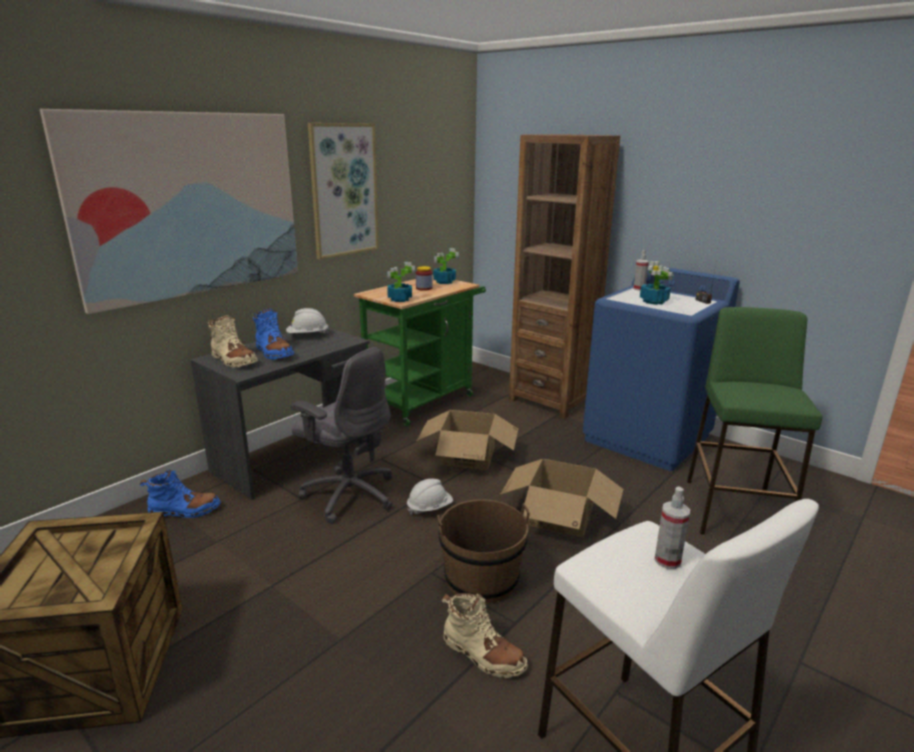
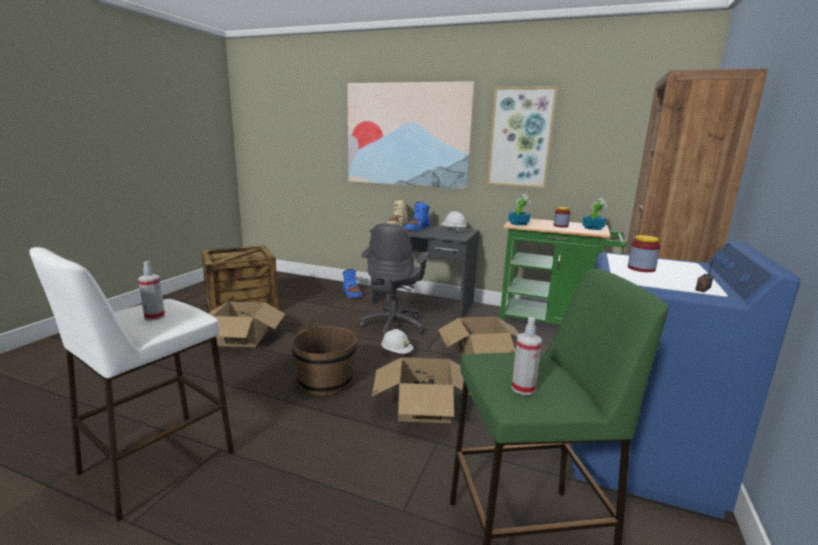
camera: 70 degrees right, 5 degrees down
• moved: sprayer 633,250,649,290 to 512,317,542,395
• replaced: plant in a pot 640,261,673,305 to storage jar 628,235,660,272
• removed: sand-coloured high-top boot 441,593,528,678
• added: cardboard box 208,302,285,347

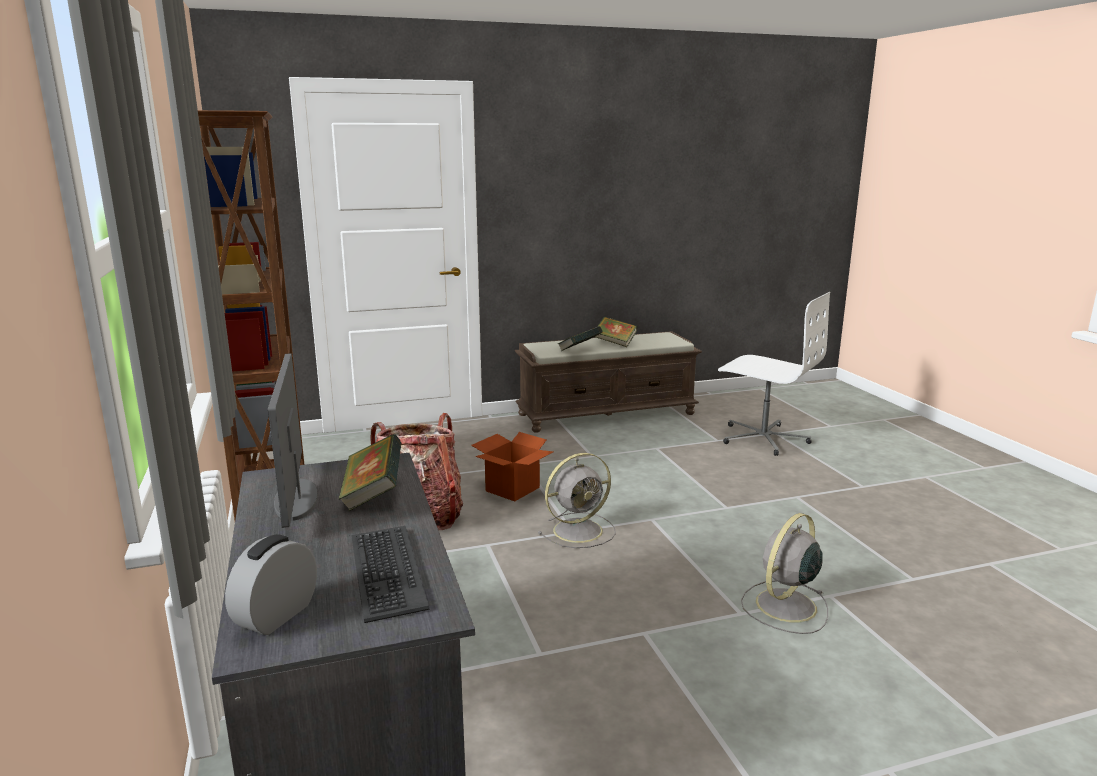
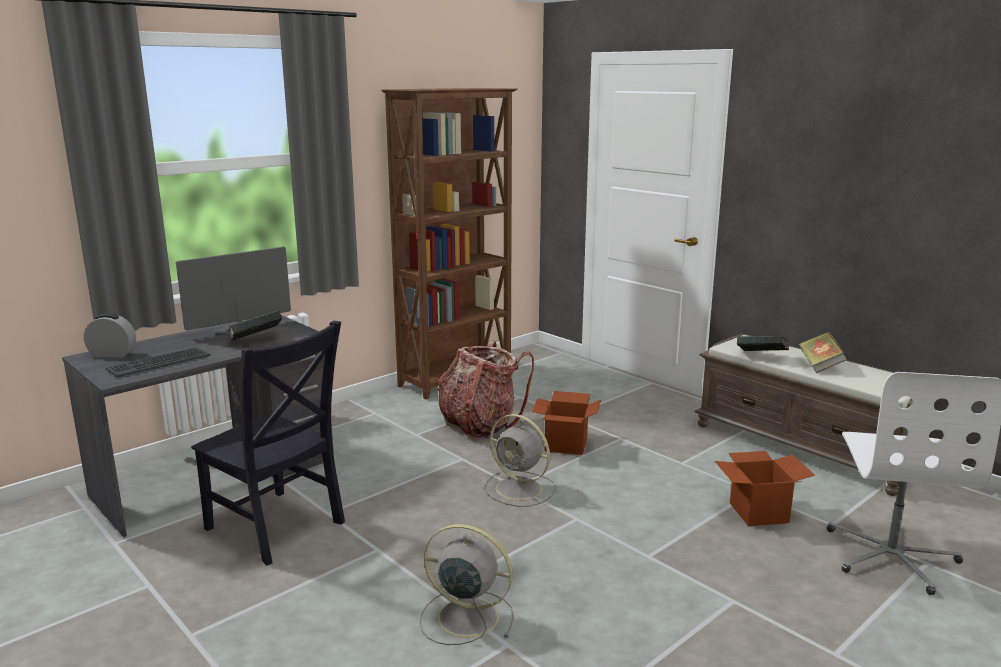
camera: 65 degrees right, 0 degrees up
• added: blackish upright chair 191,321,345,566
• added: cardboard box 715,451,815,526

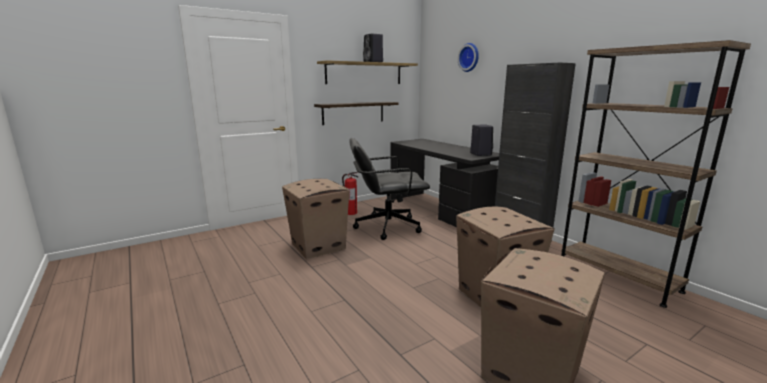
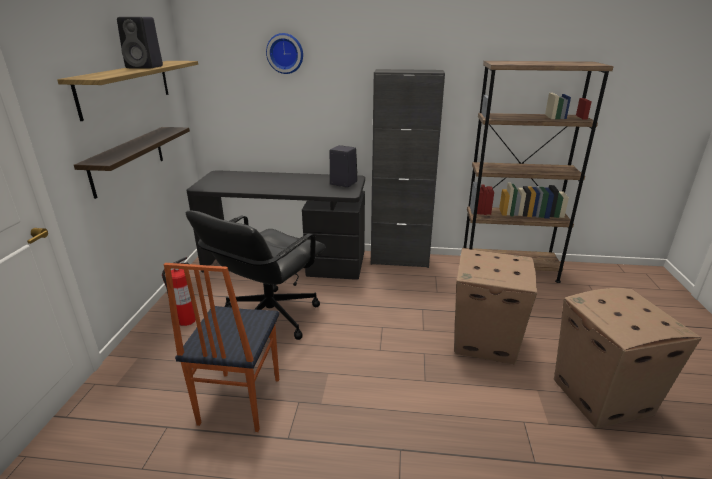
camera: 50 degrees left, 10 degrees up
• replaced: cardboard box 282,179,349,259 to upright chair 163,263,279,432

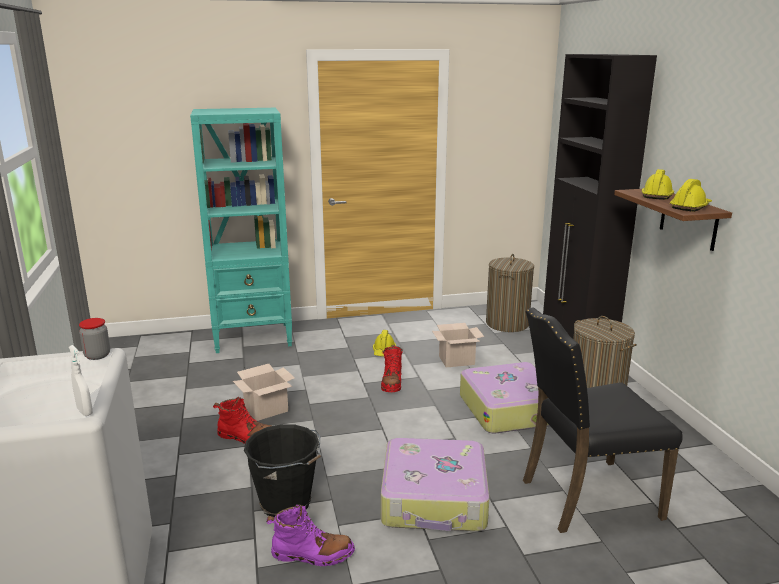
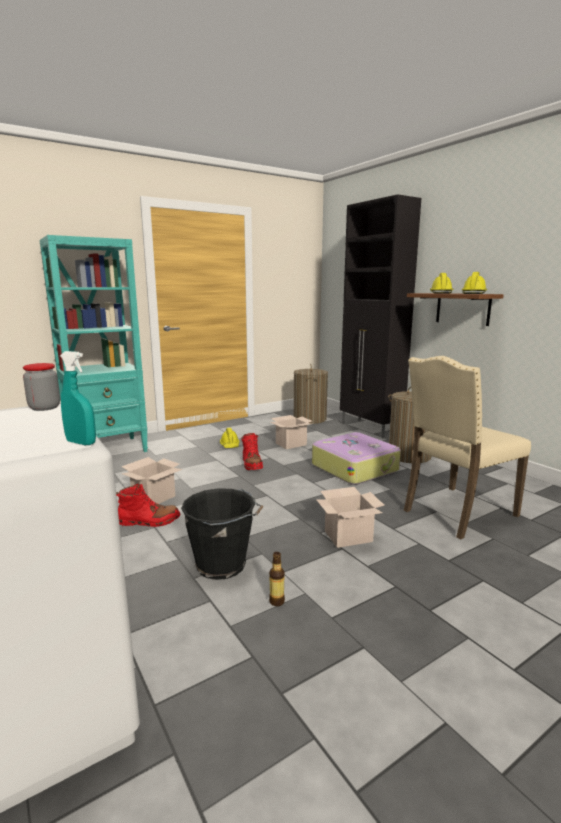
camera: 20 degrees left, 5 degrees down
• recoloured: blackish upright chair 523,307,683,533 to sand-coloured upright chair 404,356,531,539
• recoloured: white-coloured sprayer 69,345,93,416 to turquoise-coloured sprayer 60,351,96,445
• replaced: suitcase 381,438,490,531 to cardboard box 316,487,384,548
• replaced: purplish high-top boot 267,504,355,566 to bottle 269,552,285,606

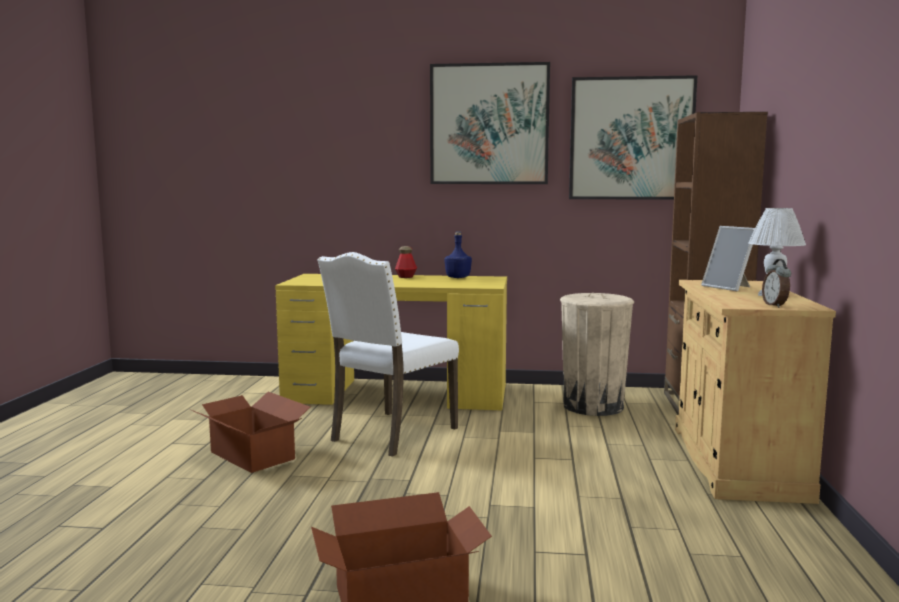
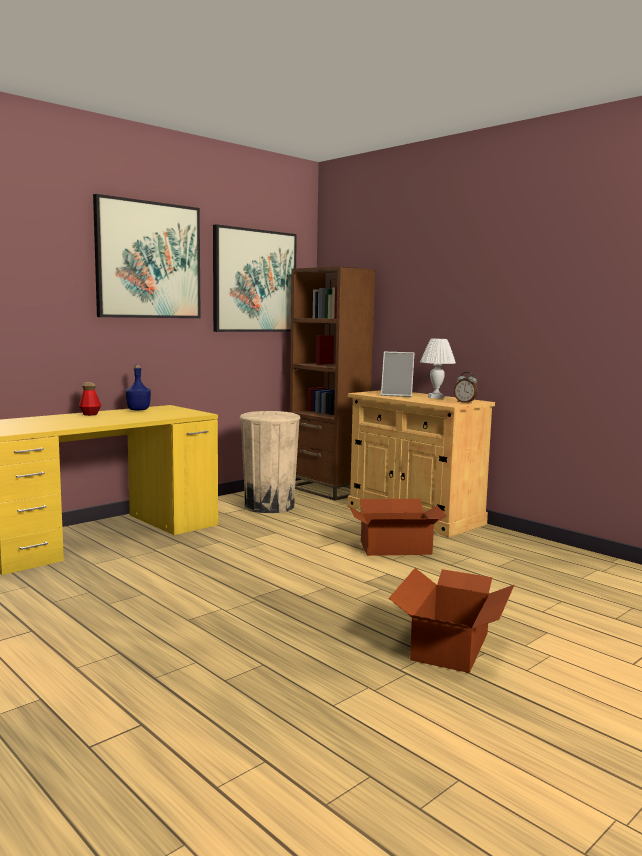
camera: 50 degrees left, 0 degrees up
• removed: white-coloured upright chair 317,252,459,457
• moved: cardboard box 189,392,310,473 to 349,499,447,556

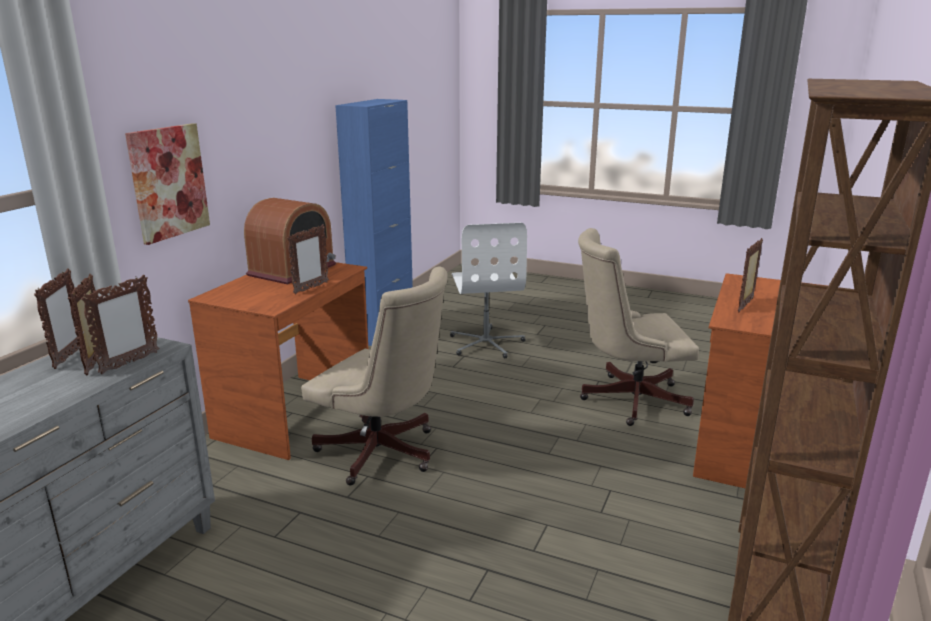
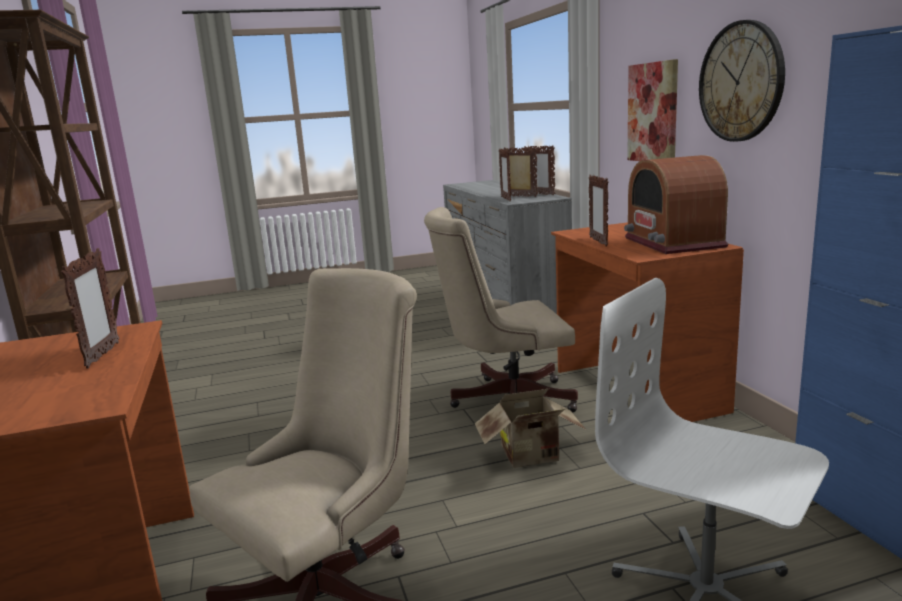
camera: 140 degrees right, 5 degrees down
• added: wall clock 699,20,785,142
• added: cardboard box 475,389,586,468

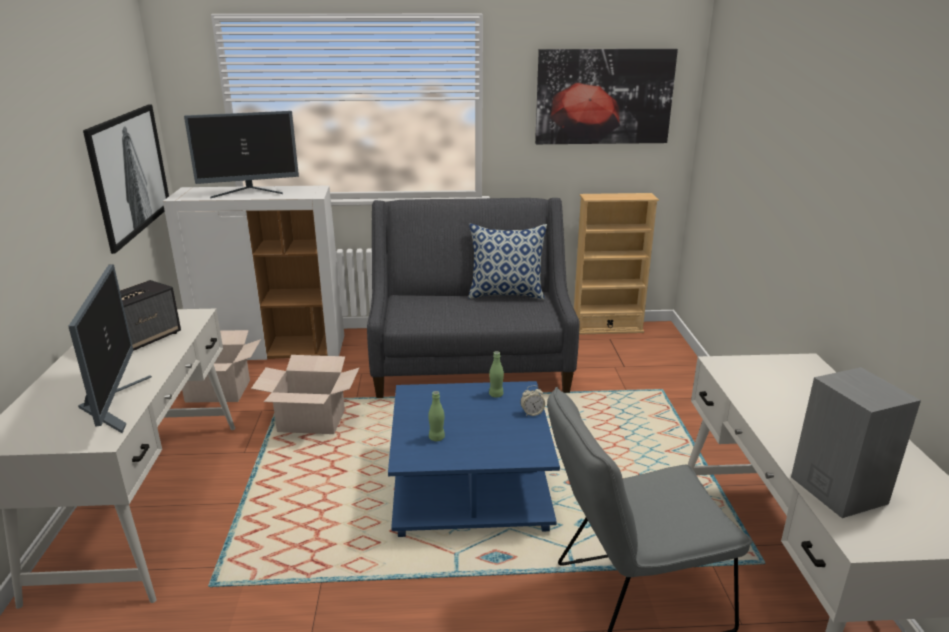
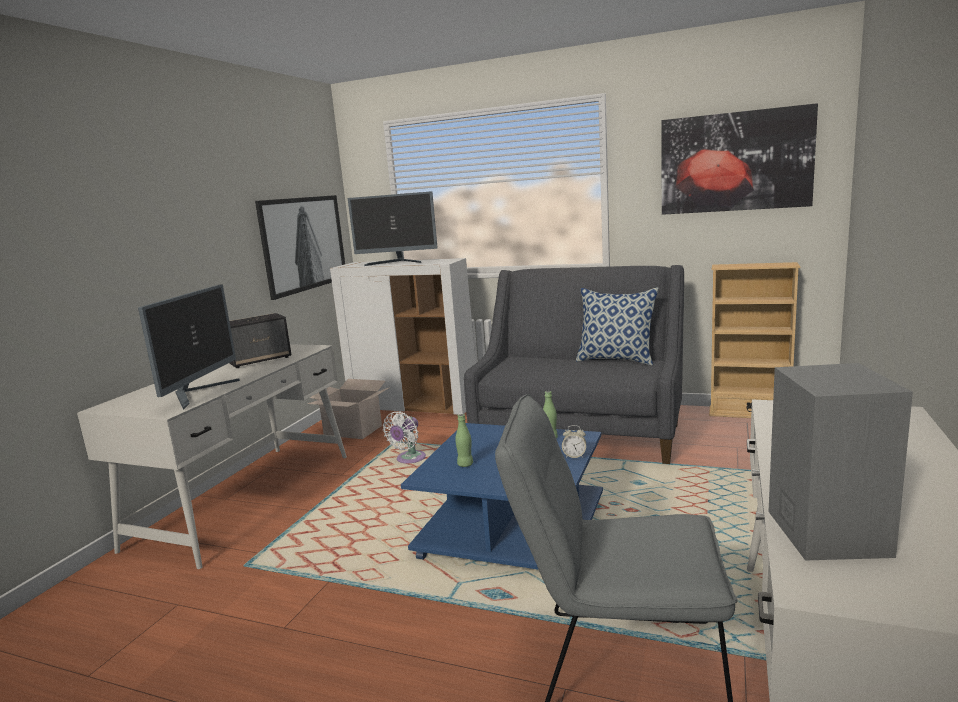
camera: 25 degrees right, 10 degrees down
• replaced: cardboard box 251,355,359,434 to white-coloured electric fan 383,411,426,463

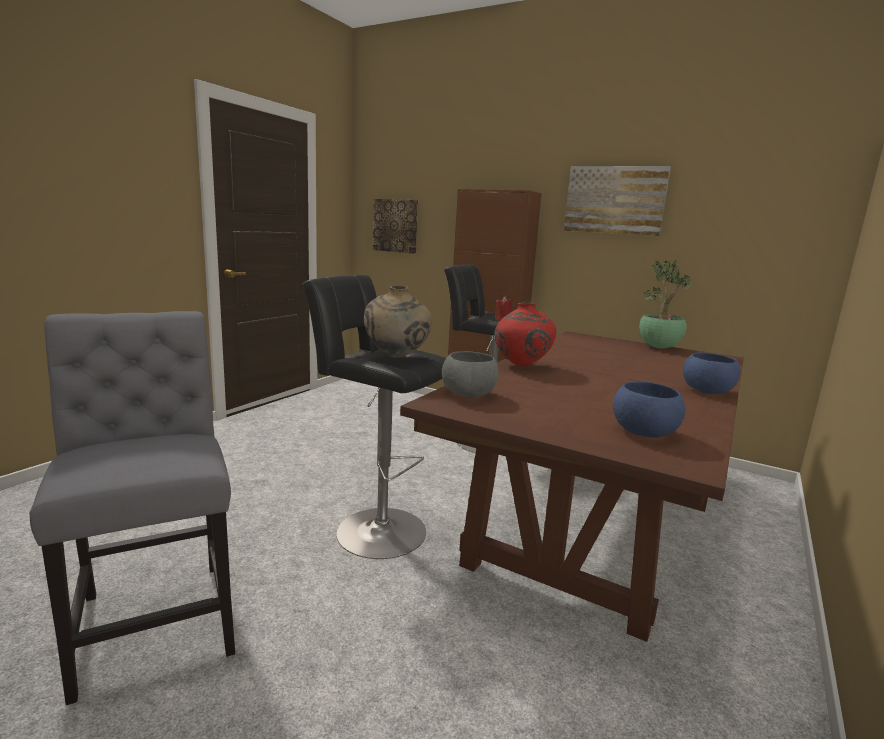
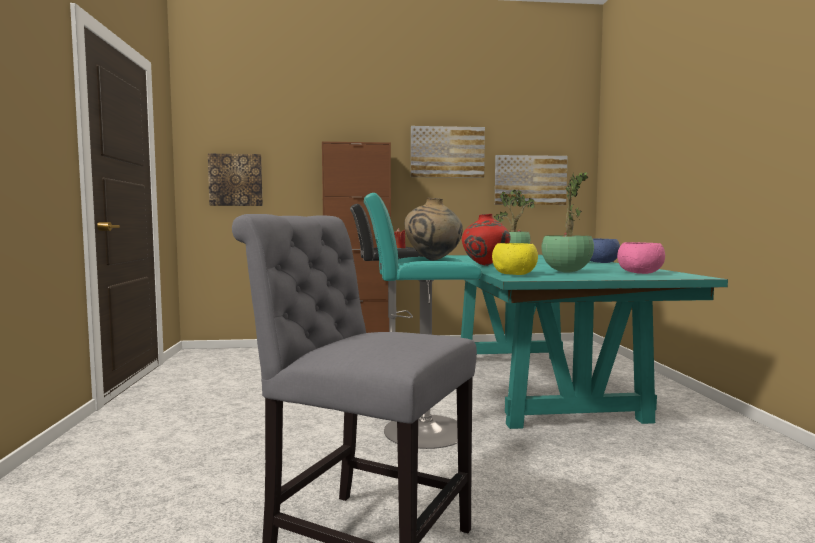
camera: 35 degrees left, 10 degrees down
• recoloured: blackish stool 302,275,446,559 to turquoise-coloured stool 364,193,482,449
• recoloured: brown-coloured kitchen table 400,331,744,642 to turquoise-coloured kitchen table 444,255,728,429
• recoloured: greyish deep dish 442,351,499,398 to yellow-coloured deep dish 492,243,538,275
• recoloured: blue-coloured deep dish 613,382,685,438 to pink deep dish 617,242,665,274
• added: wall art 495,155,568,205
• added: plant in a pot 541,172,594,273

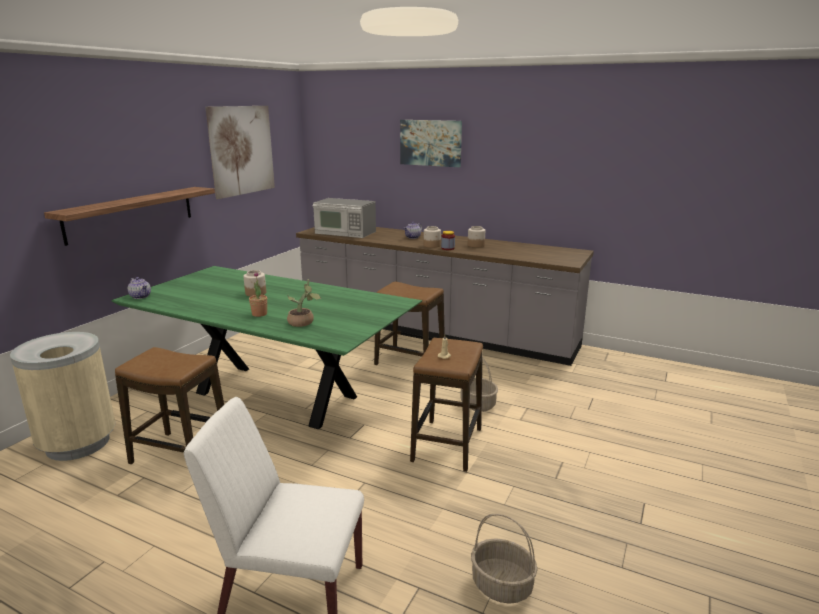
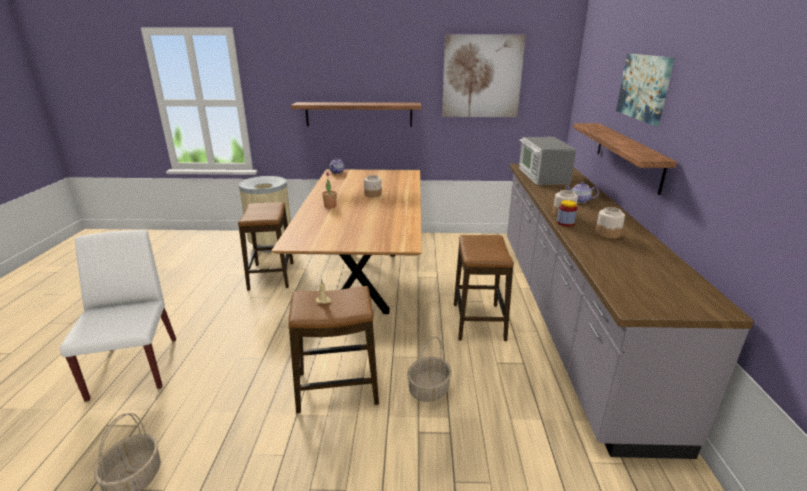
camera: 65 degrees right, 5 degrees up
• recoloured: greenish kitchen table 112,266,422,429 to brown-coloured kitchen table 271,169,422,314
• removed: plant in a pot 287,279,321,327
• added: bracket shelf 573,123,677,195

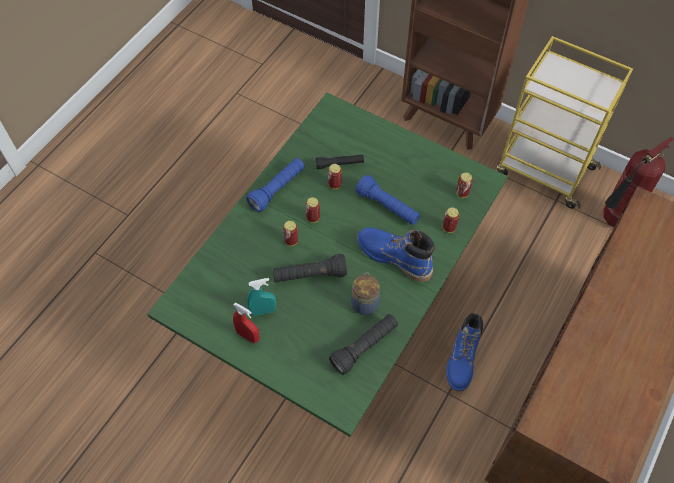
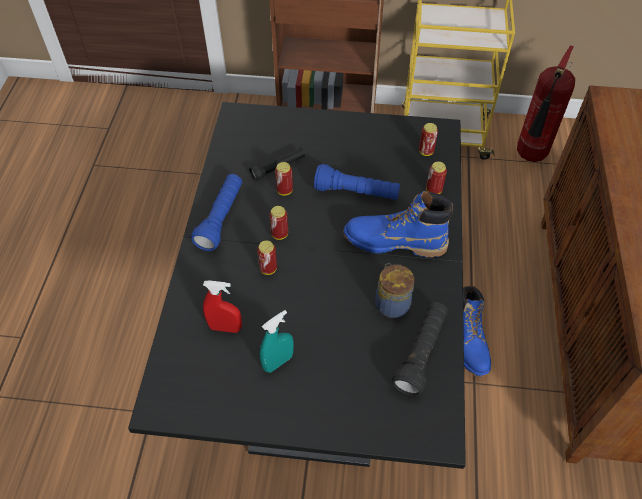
camera: 25 degrees left, 5 degrees down
• recoloured: greenish kitchen table 147,93,508,437 to blackish kitchen table 128,102,466,469
• removed: blackish flashlight 273,254,347,283
• moved: reddish sprayer 233,302,259,343 to 203,280,242,333

